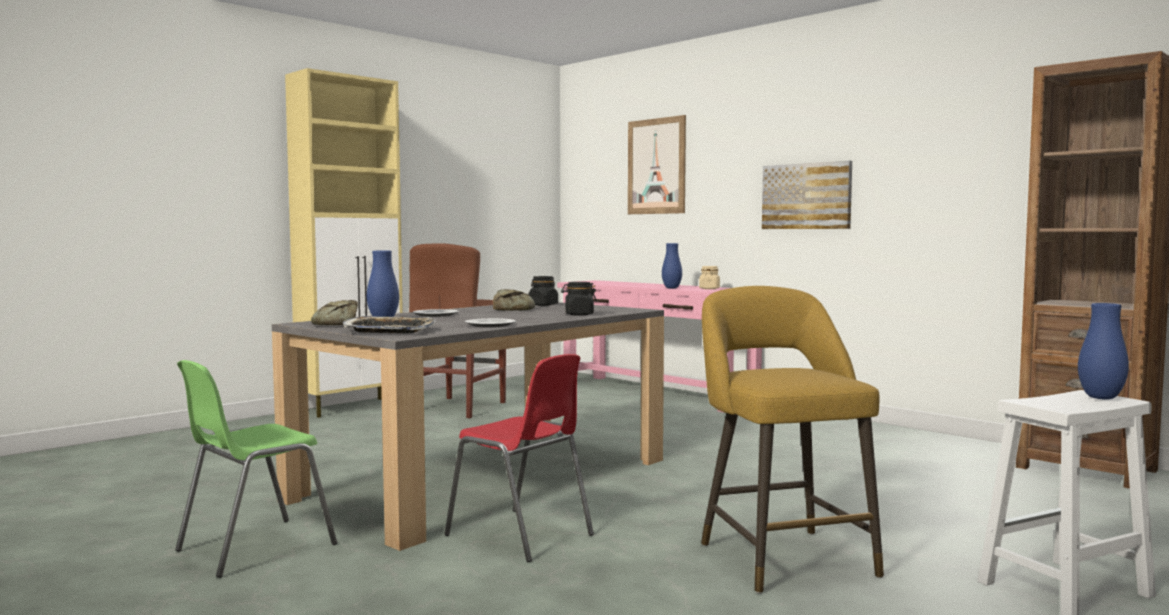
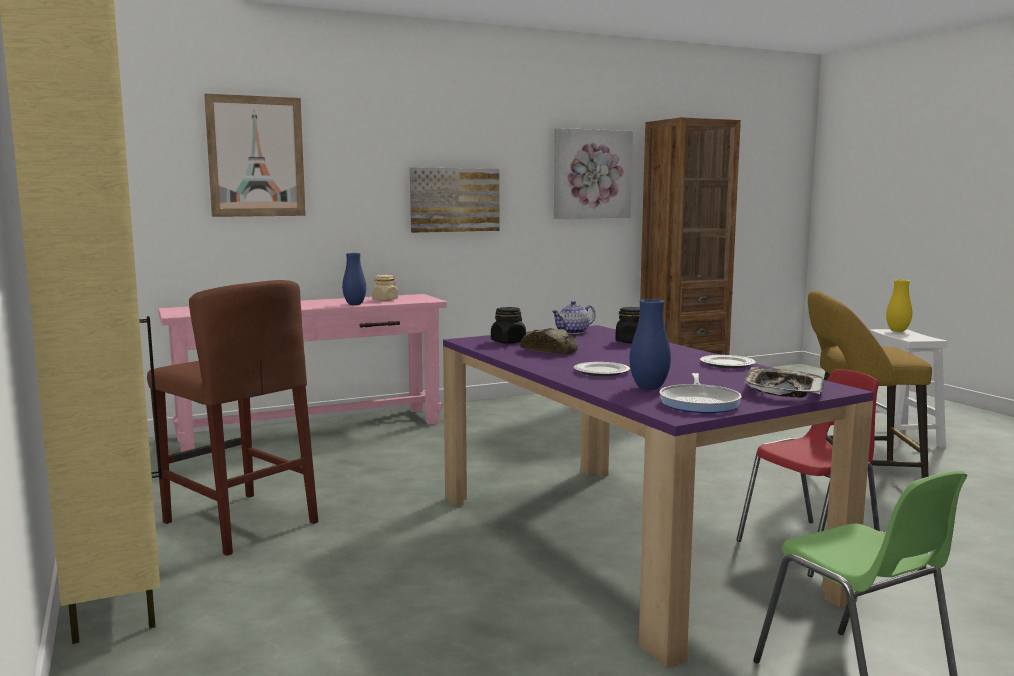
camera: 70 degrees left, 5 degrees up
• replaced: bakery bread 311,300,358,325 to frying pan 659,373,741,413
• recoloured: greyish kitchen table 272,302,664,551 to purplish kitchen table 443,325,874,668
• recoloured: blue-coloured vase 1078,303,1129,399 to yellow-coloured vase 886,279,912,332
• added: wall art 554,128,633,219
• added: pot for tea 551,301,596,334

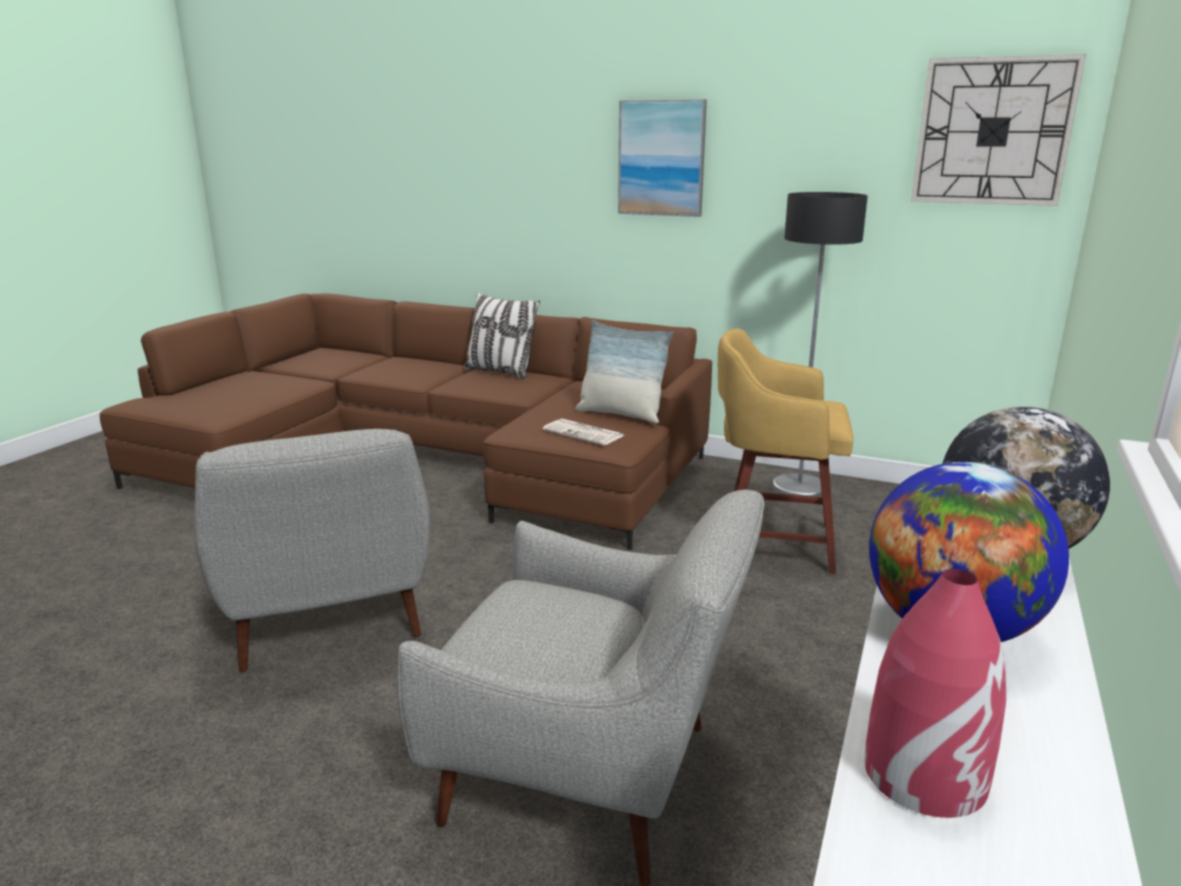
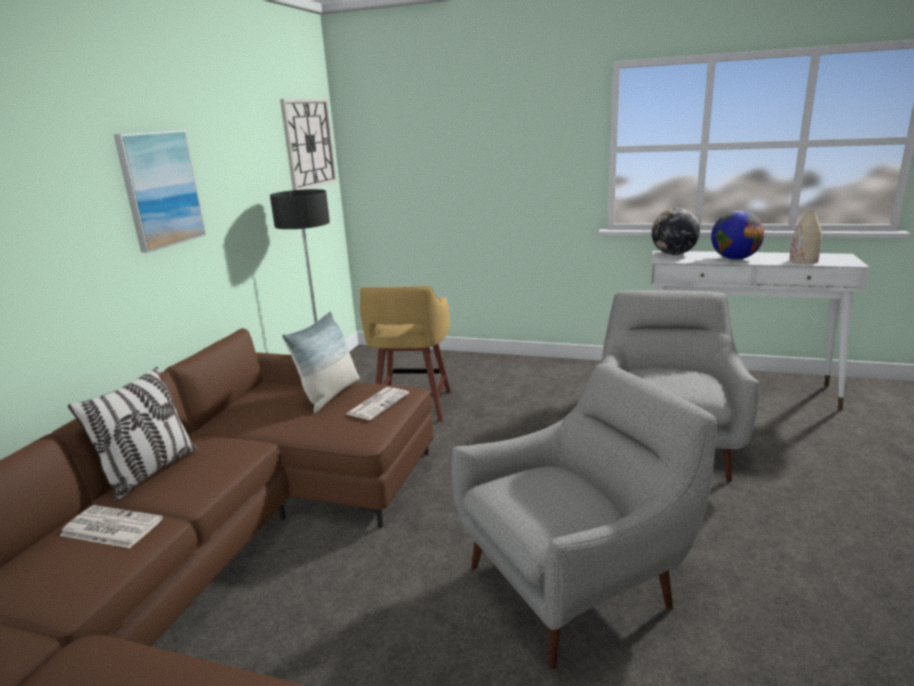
camera: 95 degrees left, 0 degrees up
• recoloured: reddish vase 864,569,1006,818 to sand-coloured vase 789,211,822,264
• added: printed paper 59,505,163,548

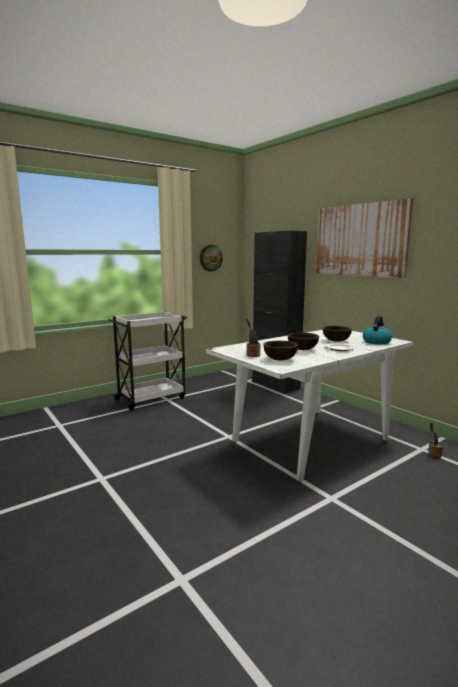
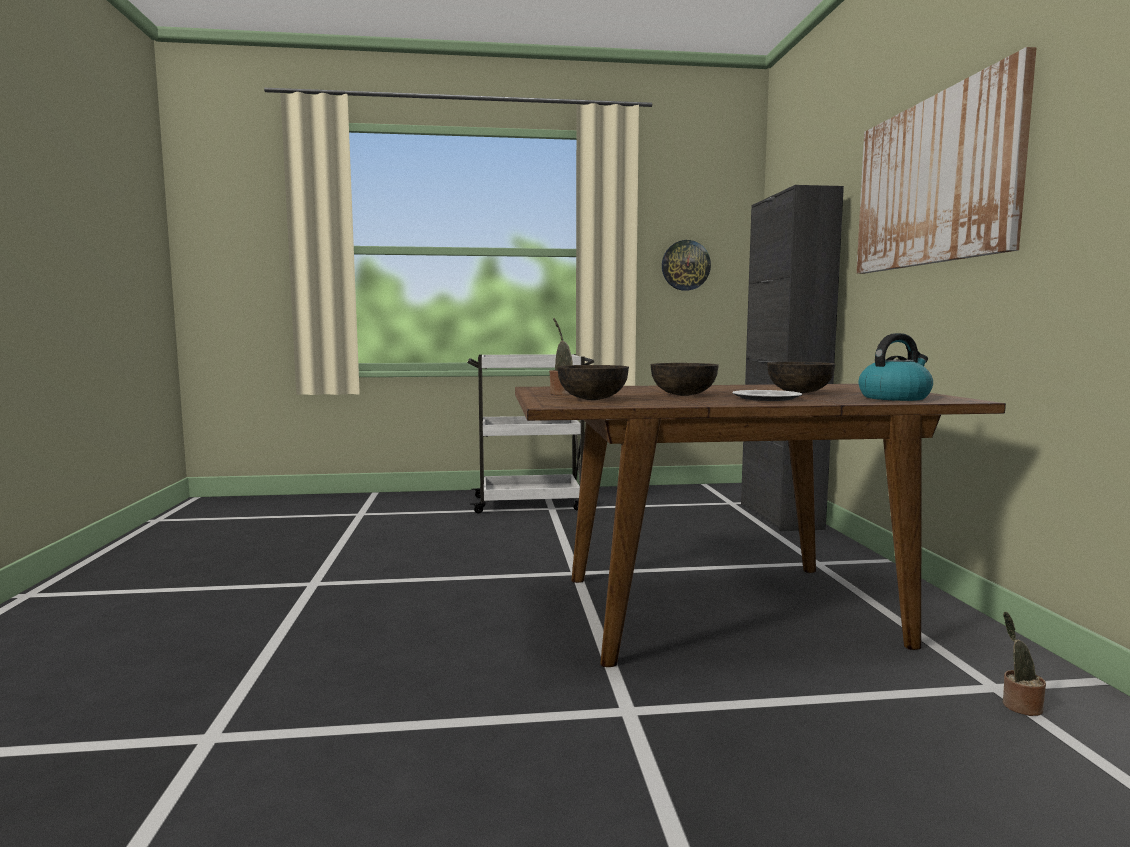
camera: 30 degrees right, 5 degrees down
• recoloured: white-coloured kitchen table 206,330,414,482 to brown-coloured kitchen table 515,384,1006,667

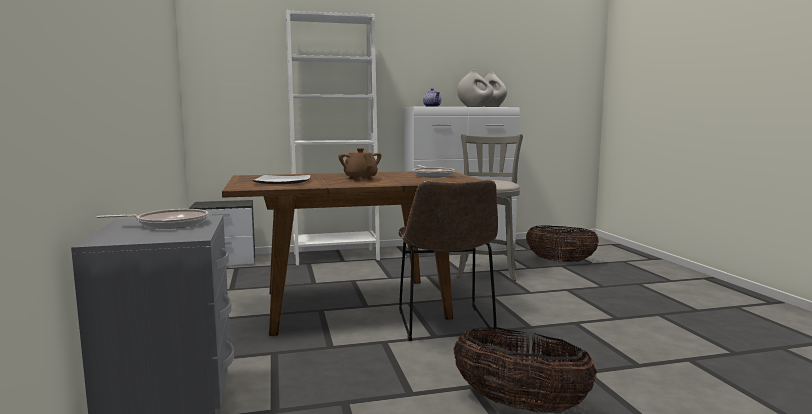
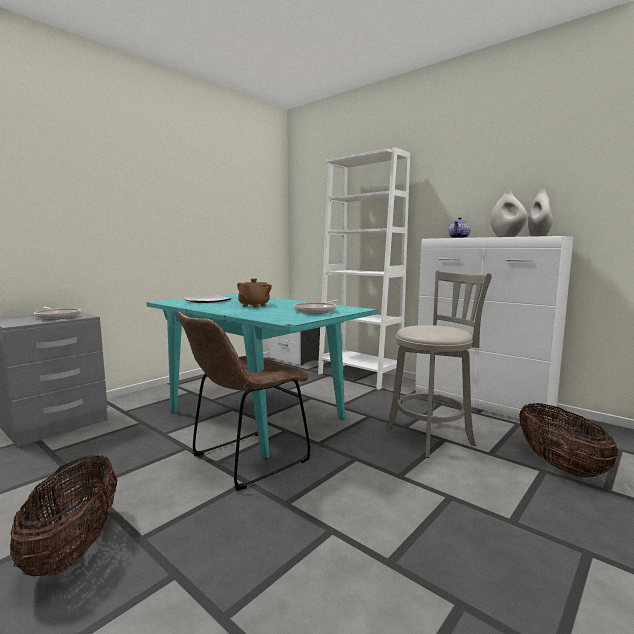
camera: 55 degrees right, 0 degrees up
• recoloured: brown-coloured kitchen table 222,171,481,336 to turquoise-coloured kitchen table 147,294,377,459

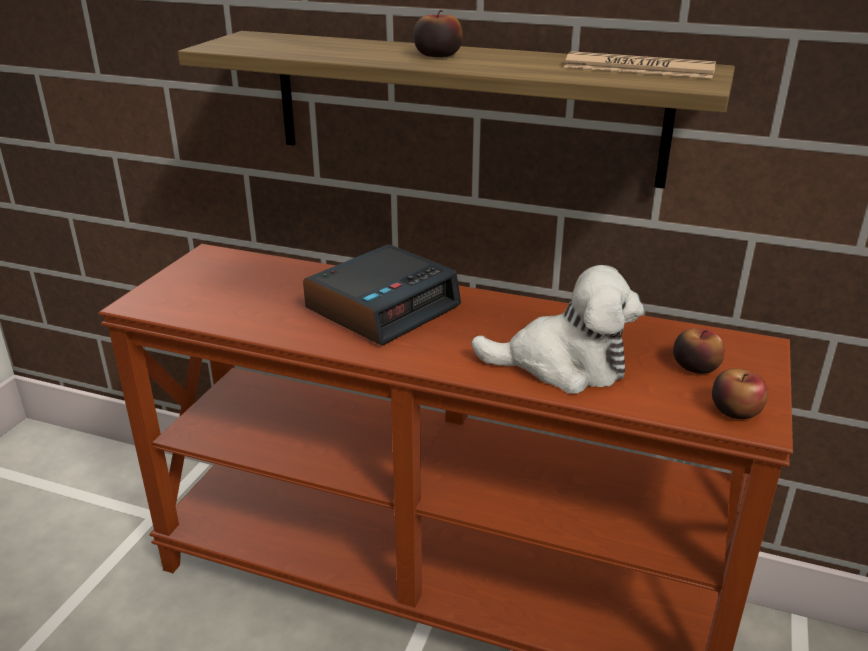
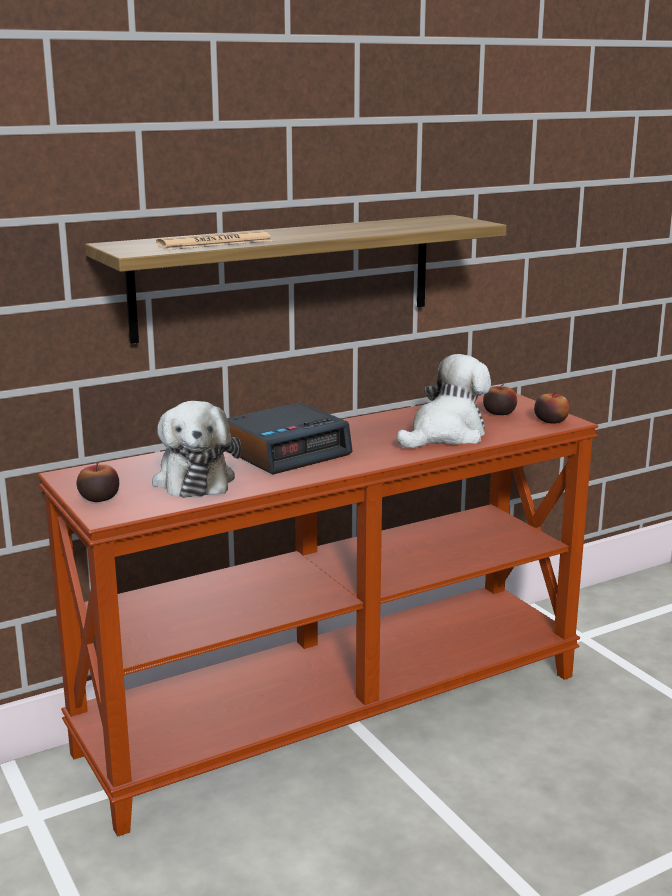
camera: 50 degrees left, 10 degrees down
• moved: whole apple 413,10,463,57 to 77,463,119,502
• moved: printed paper 564,51,716,78 to 156,231,272,250
• turned: table clock 303,244,461,346 = 227,403,353,475 60 degrees clockwise
• added: cuddly toy 152,401,241,498

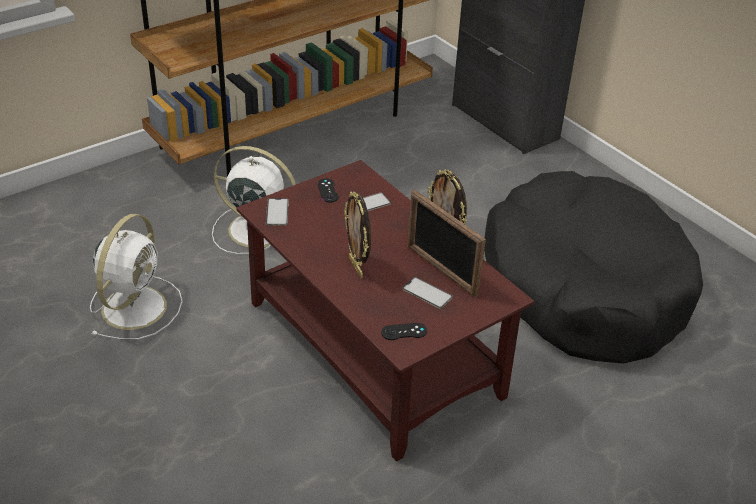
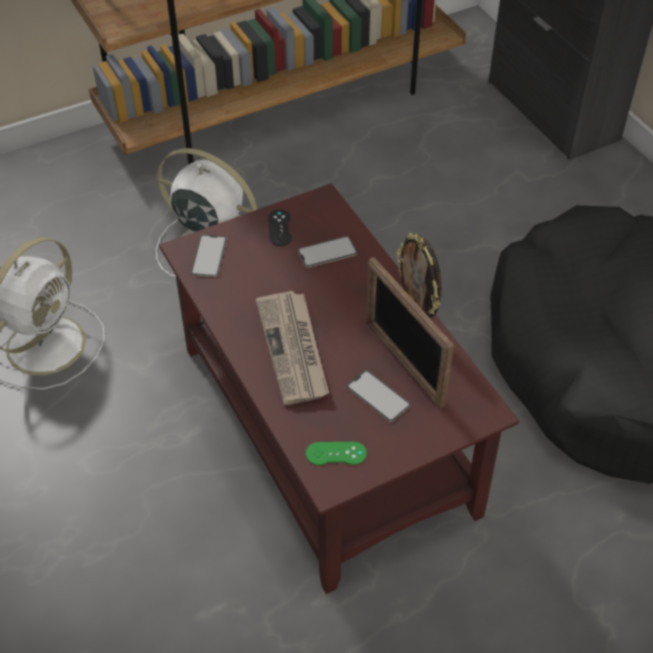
camera: 10 degrees right, 10 degrees up
• replaced: photo frame 344,191,371,278 to printed paper 255,291,329,405
• recoloured: blackish gamepad 381,323,427,340 to greenish gamepad 306,442,367,465

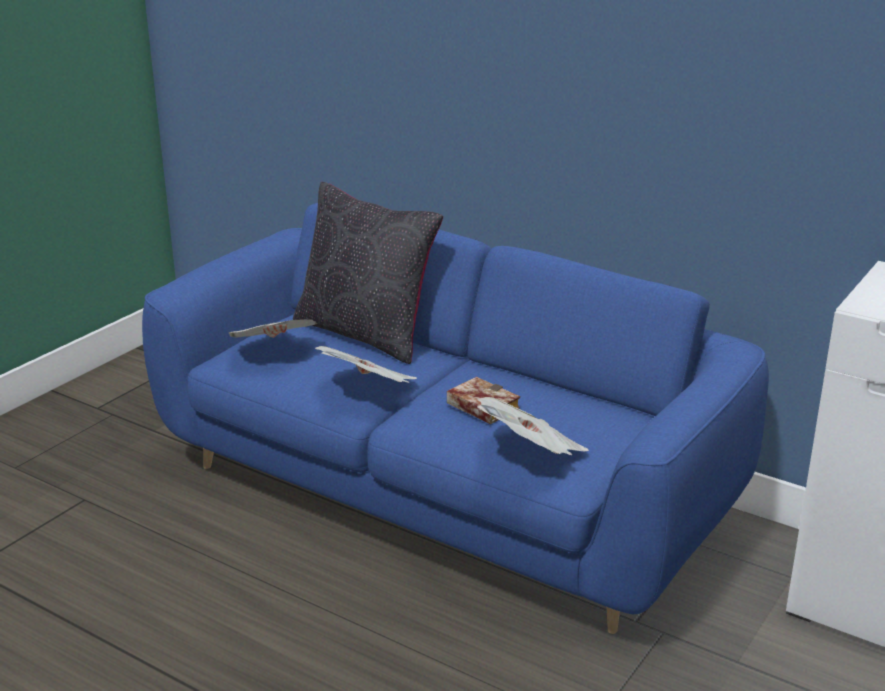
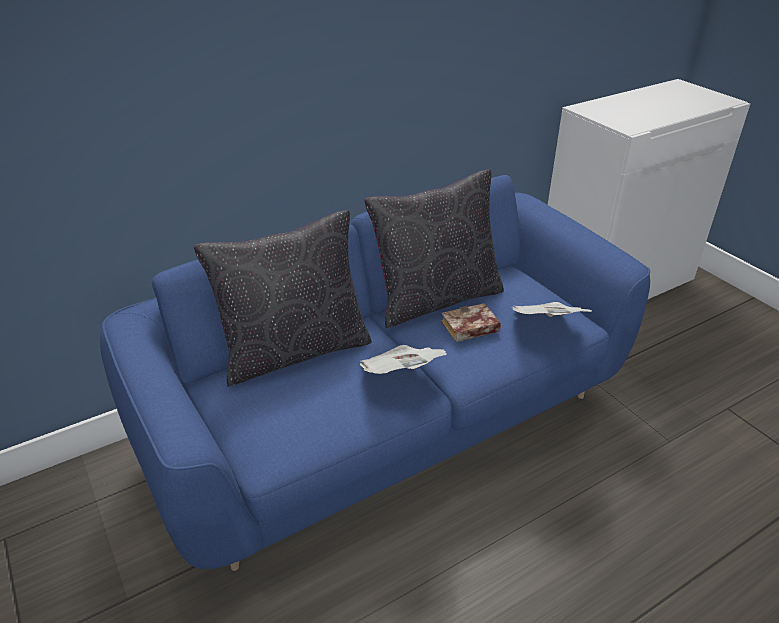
camera: 65 degrees left, 10 degrees up
• removed: printed paper 228,319,318,338
• added: blackish throw pillow 365,170,504,328

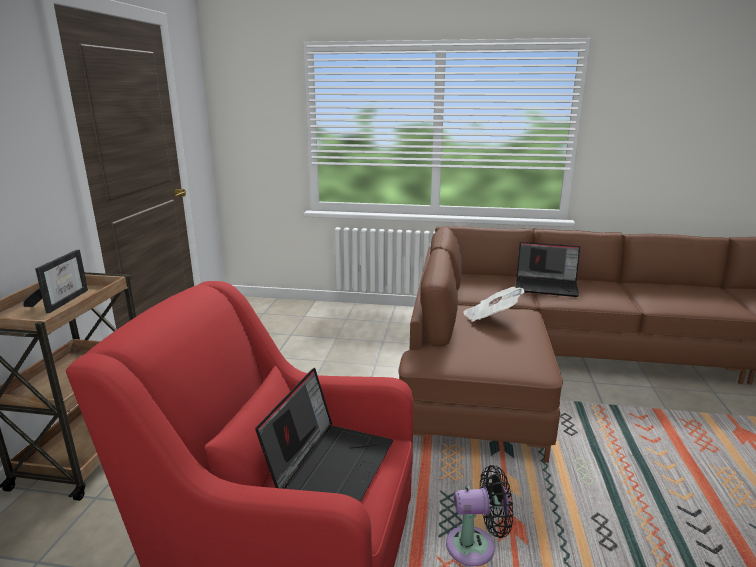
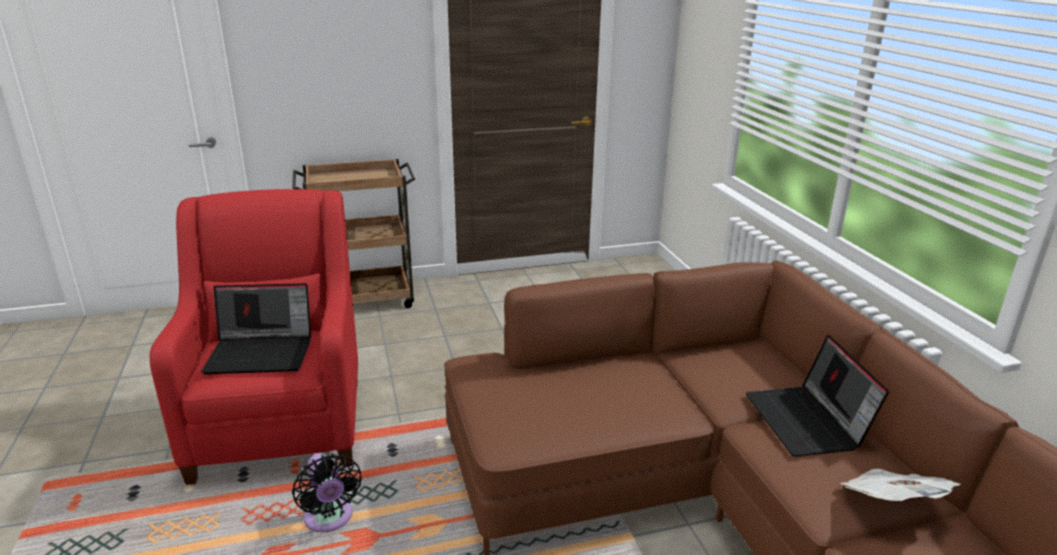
camera: 65 degrees right, 5 degrees up
• removed: photo frame 23,250,88,313
• moved: printed paper 463,287,525,322 to 839,469,961,501

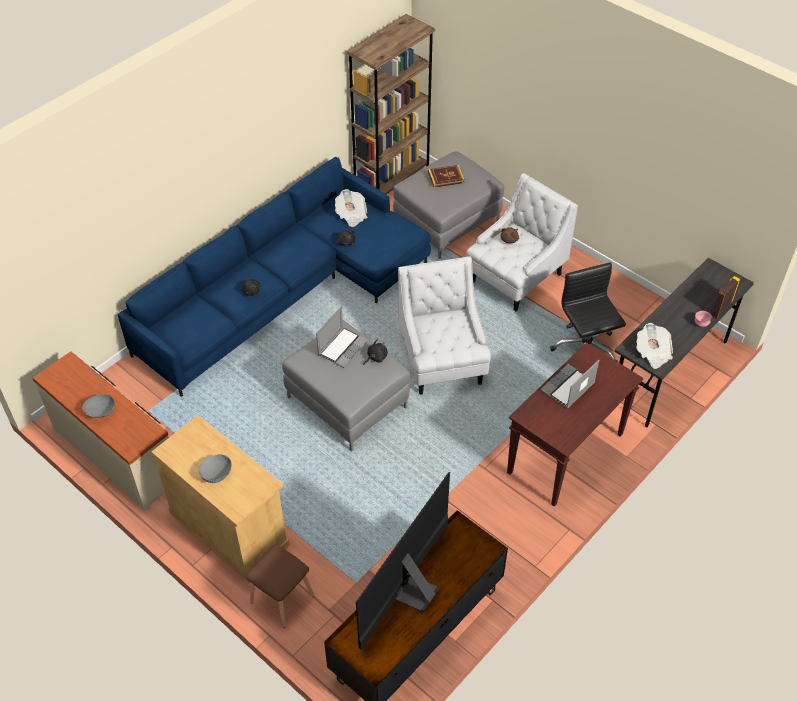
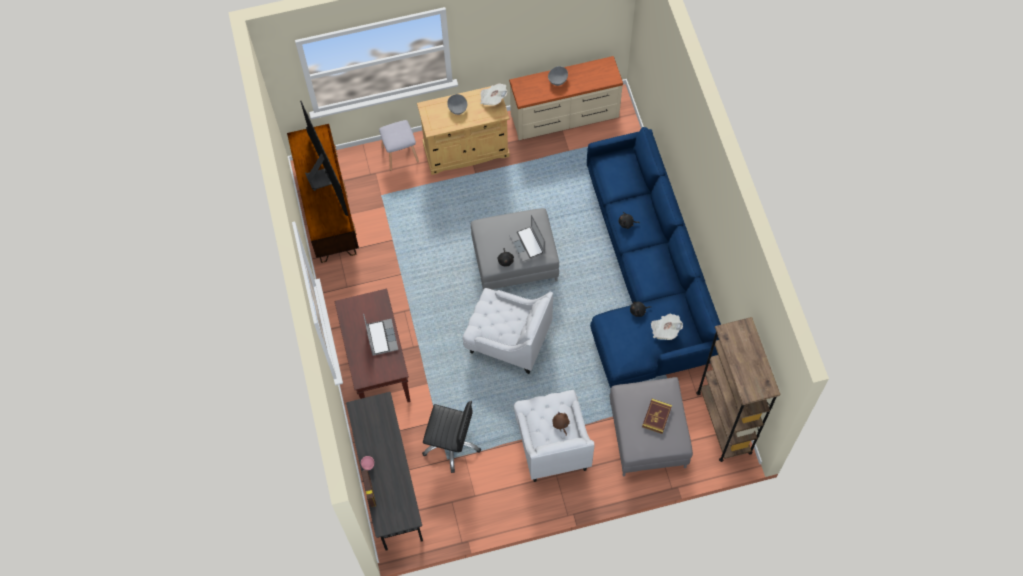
camera: 125 degrees right, 15 degrees up
• moved: printed paper 636,323,673,369 to 480,83,507,106
• recoloured: brown-coloured stool 246,545,314,628 to greyish stool 379,120,419,171

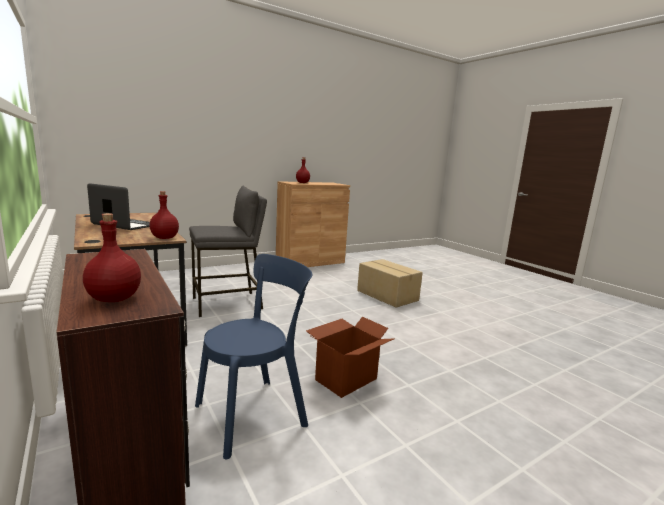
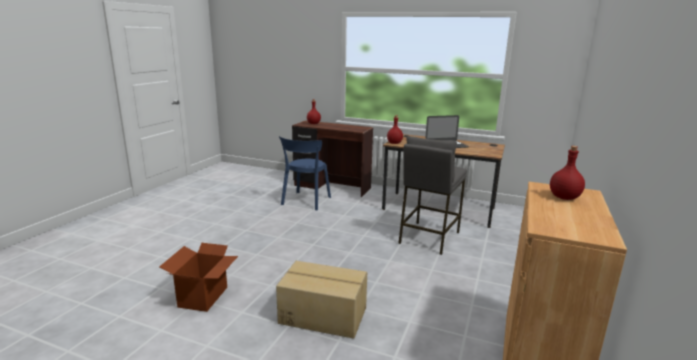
camera: 145 degrees right, 5 degrees up
• moved: cardboard box 306,317,395,398 to 159,243,238,312

